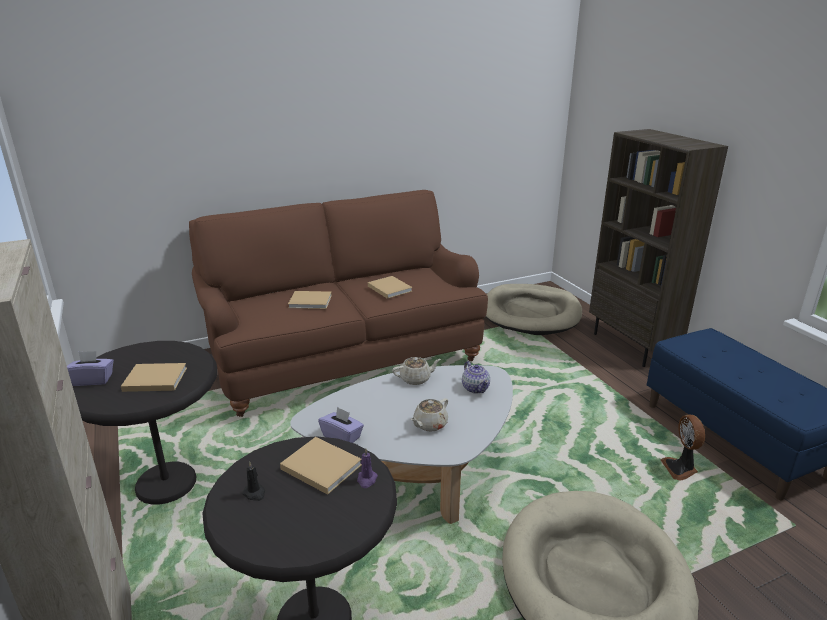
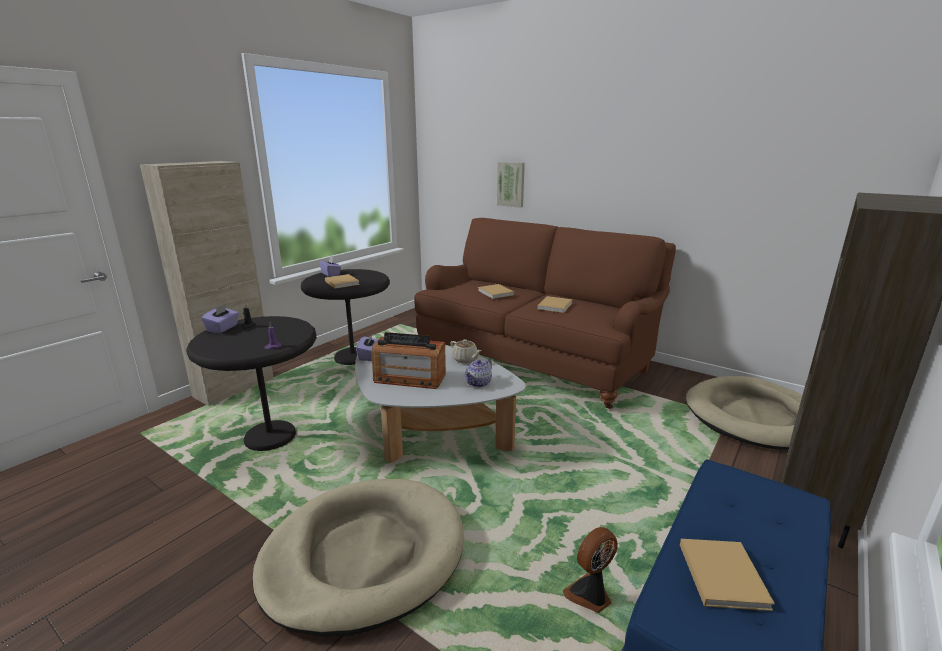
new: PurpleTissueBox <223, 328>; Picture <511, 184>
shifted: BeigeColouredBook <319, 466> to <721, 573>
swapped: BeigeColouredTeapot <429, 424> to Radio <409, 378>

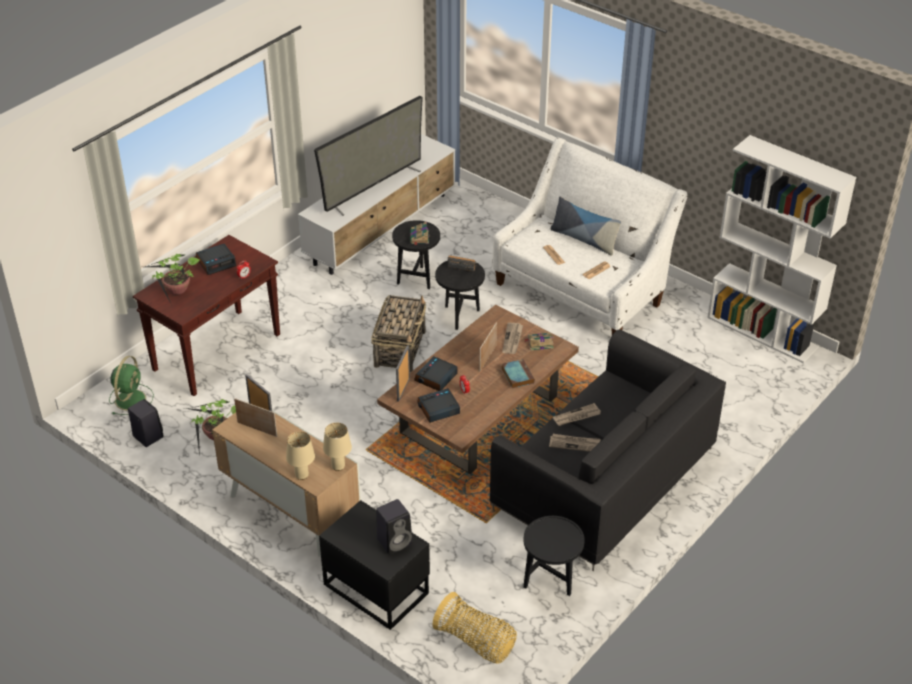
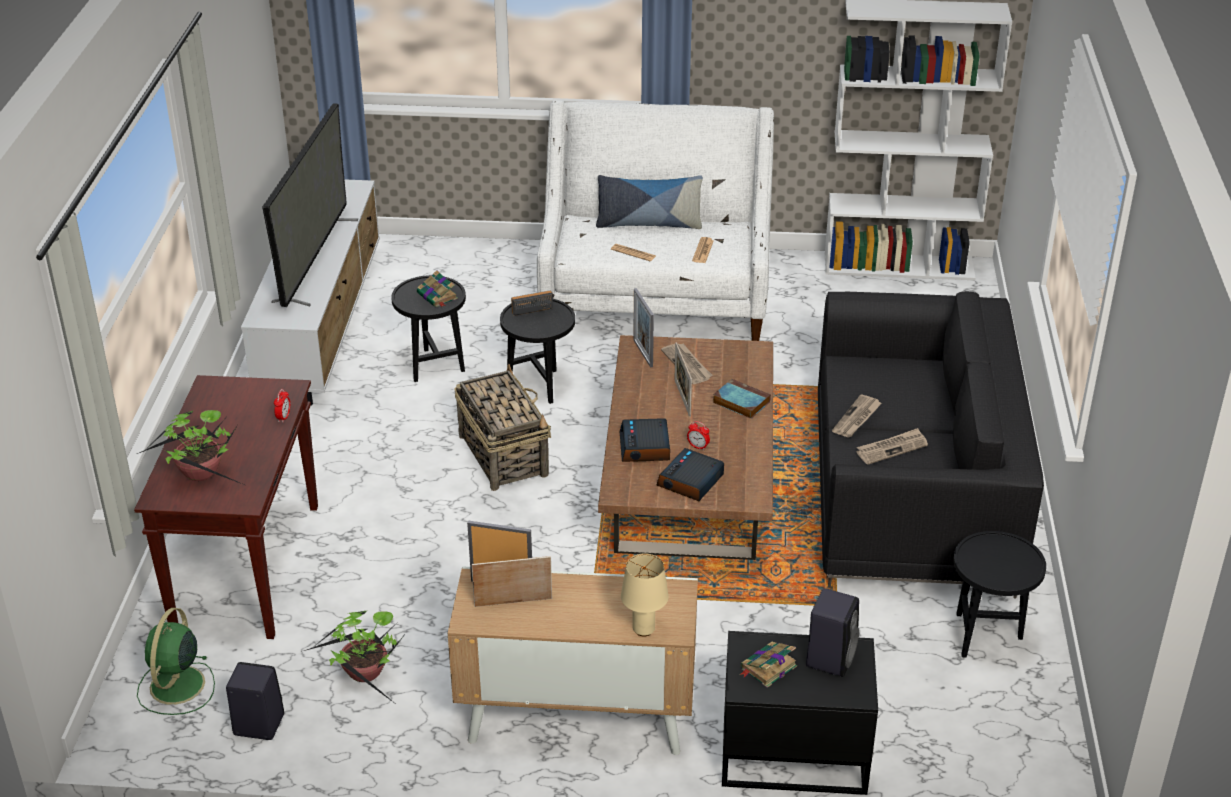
gone: BedsideClock <216, 262>; BeigeColouredTableLamp <338, 466>; StorageBasket <476, 642>
shifted: StandingFrame <403, 389> to <643, 353>; Book <539, 343> to <767, 668>
rotated: GreenElectricFan <131, 399> = <176, 687> 150 degrees counterclockwise

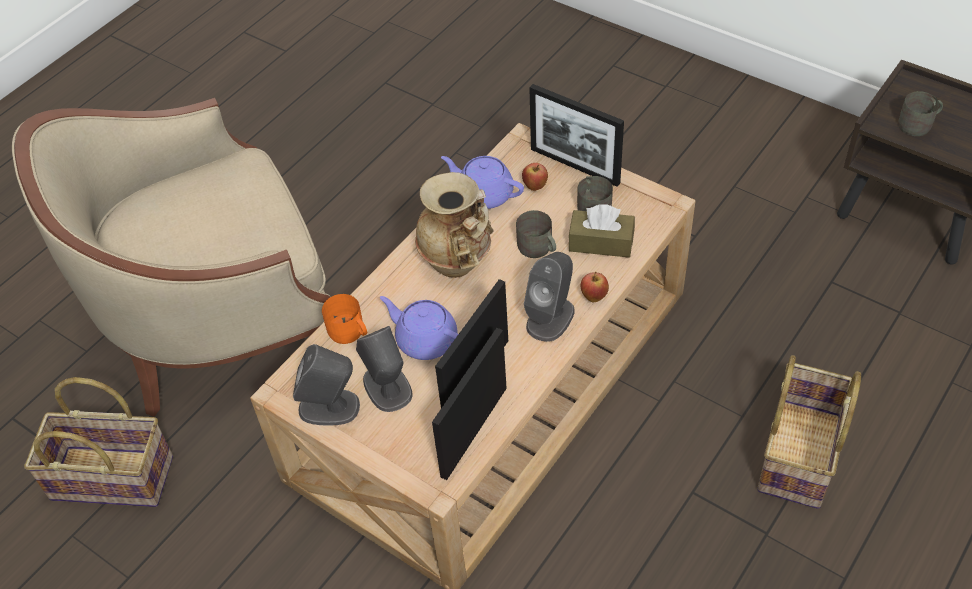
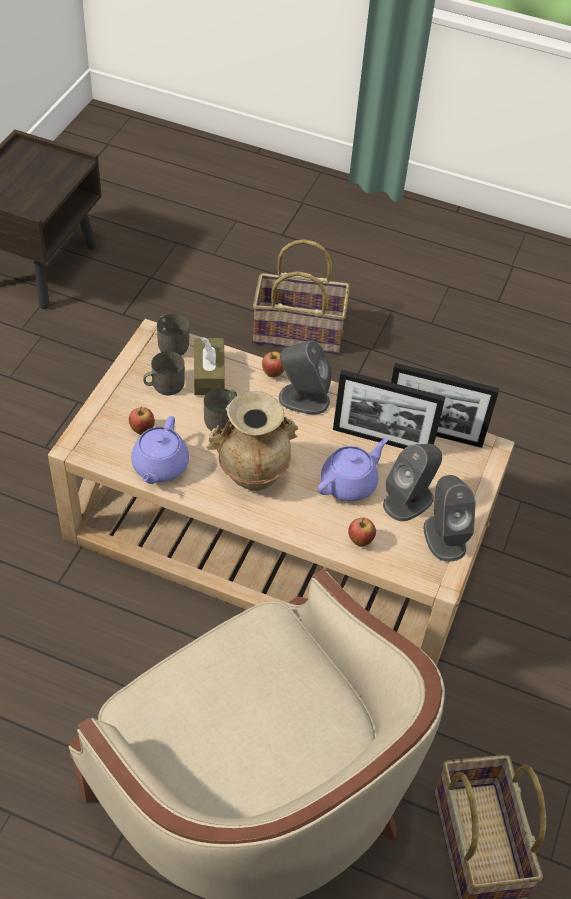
gone: StandingFrame <574, 166>
shifted: GreyTeaMug <918, 125> to <171, 343>
swapped: OrangeyTeaMug <349, 333> to Apple <360, 541>
rotated: PurpleTeapot <425, 340> = <350, 483> 150 degrees counterclockwise

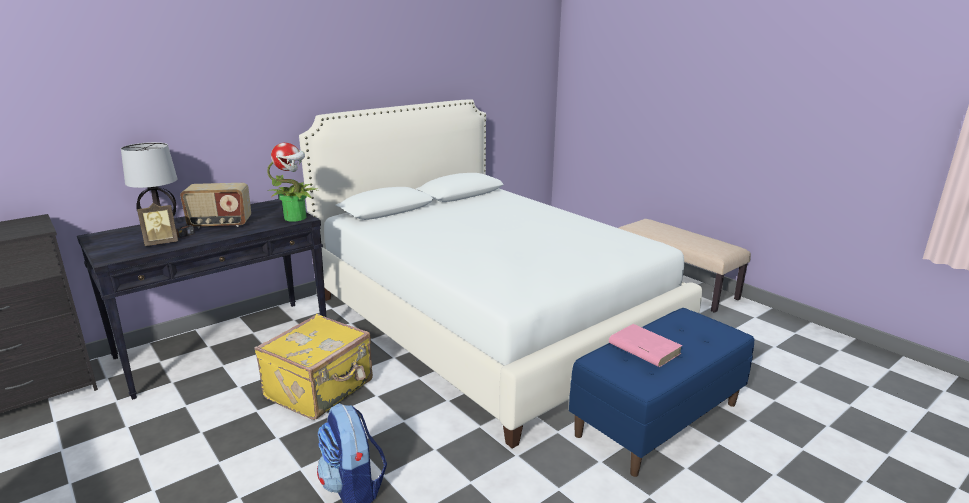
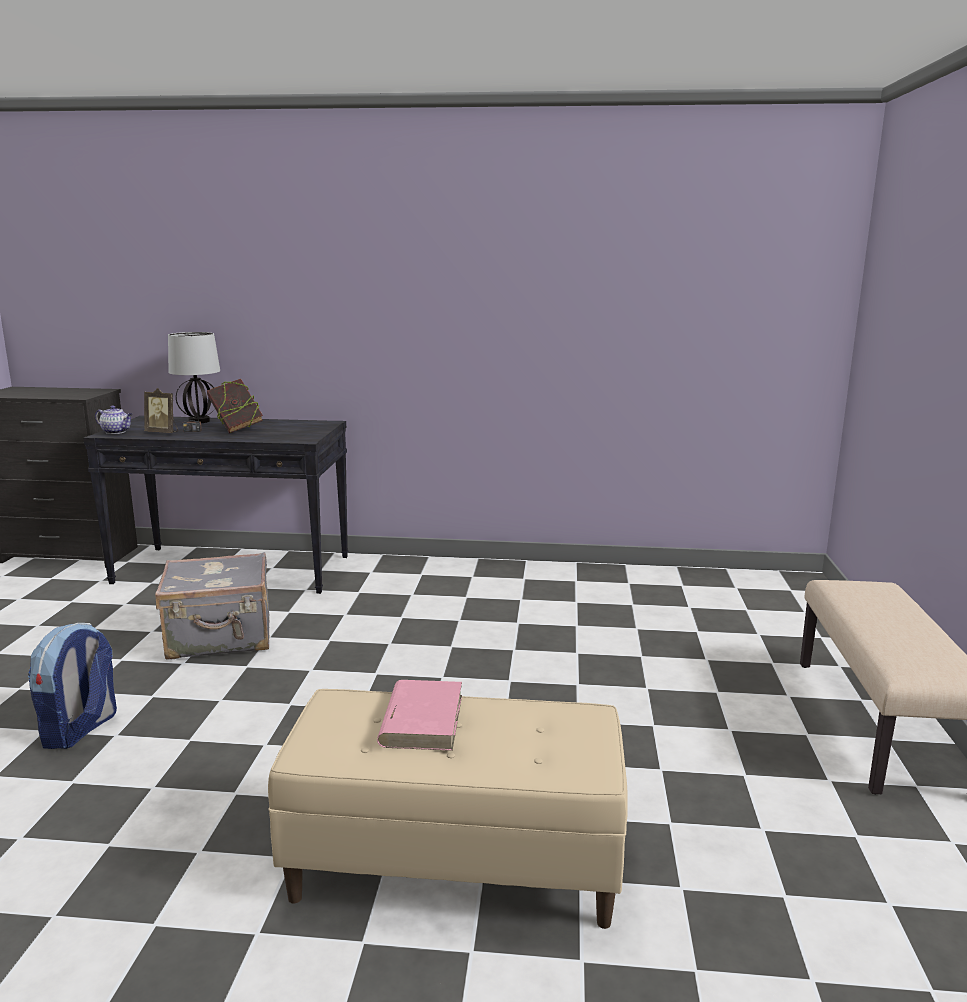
gone: PottedPlant <296, 217>; WhitishBed <490, 320>
new: Teapot <116, 432>
swapped: Radio <220, 224> to Book <237, 429>
repainted: YellowishPieceOfLuggage <321, 389> to GreyPieceOfLuggage <221, 638>; BlueColouredLongSeat <657, 418> to BeigeColouredLongSeat <456, 864>

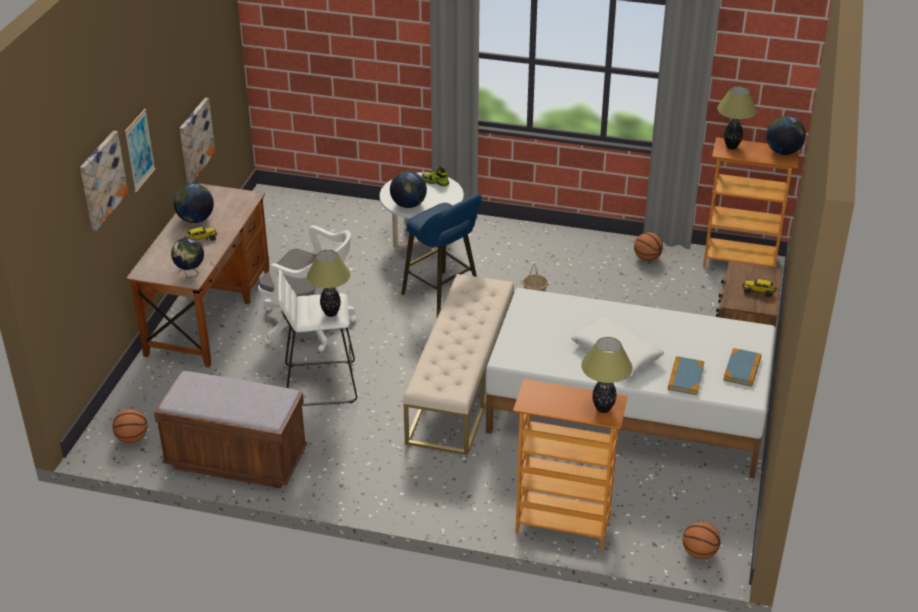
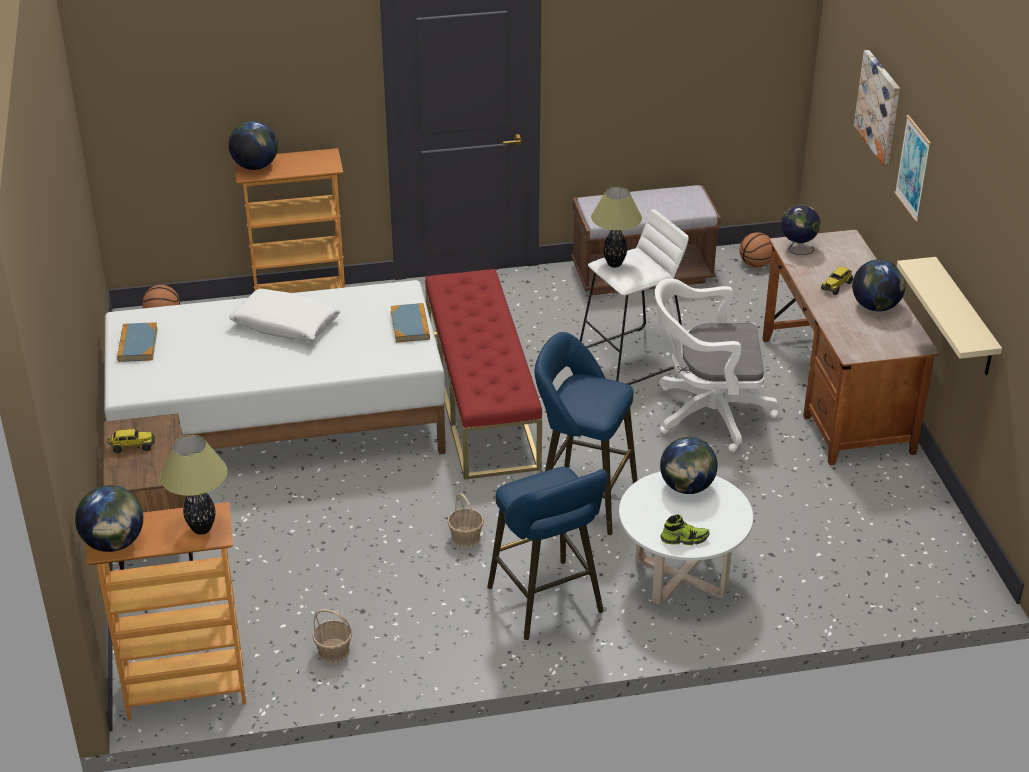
new: BlueColouredStoolSeat <548, 604>
shifted: Book <685, 377> to <410, 325>
swapped: Picture <195, 140> to BeigeColouredWallShelf <964, 318>; TableLamp <603, 409> to DeskGlobe <255, 166>; Basketball <647, 258> to StorageBasket <334, 652>
repainted: BeigeColouredLongSeat <461, 384> to RedColouredLongSeat <481, 399>

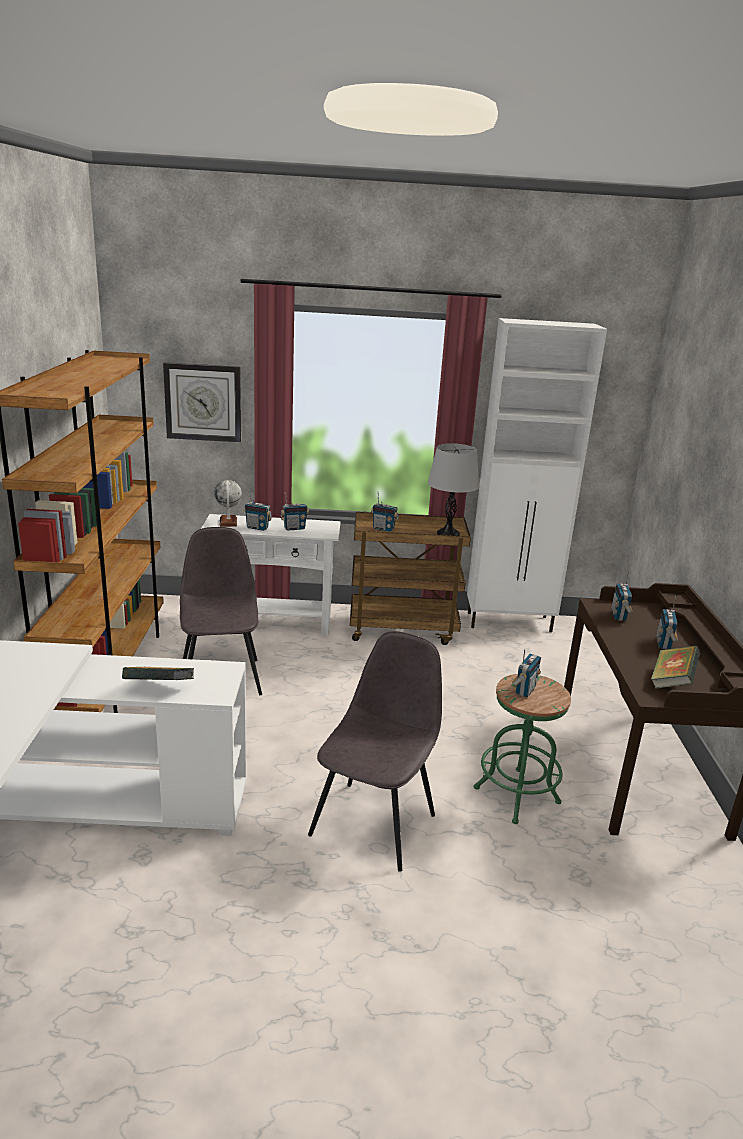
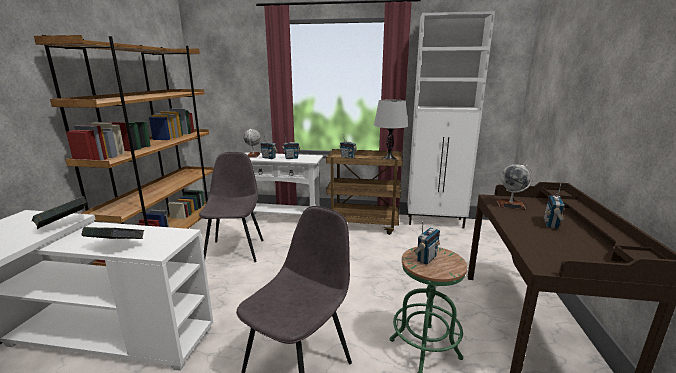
gone: HangingClock <203, 402>
shifted: Book <671, 682> to <63, 225>
swapped: Radio <619, 616> to DeskGlobe <510, 205>

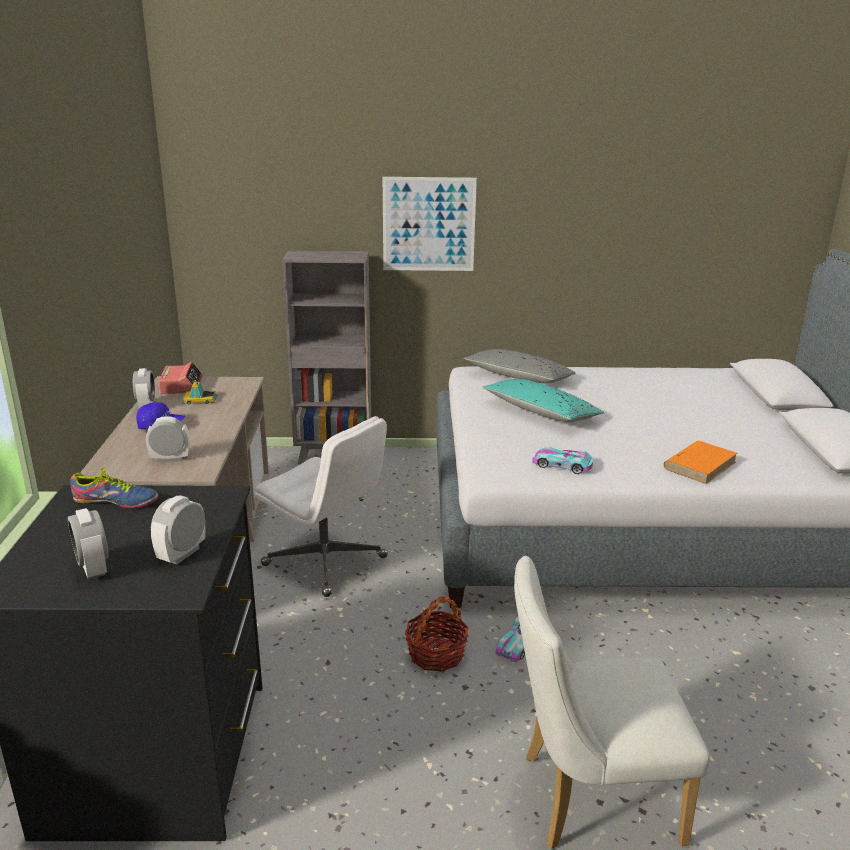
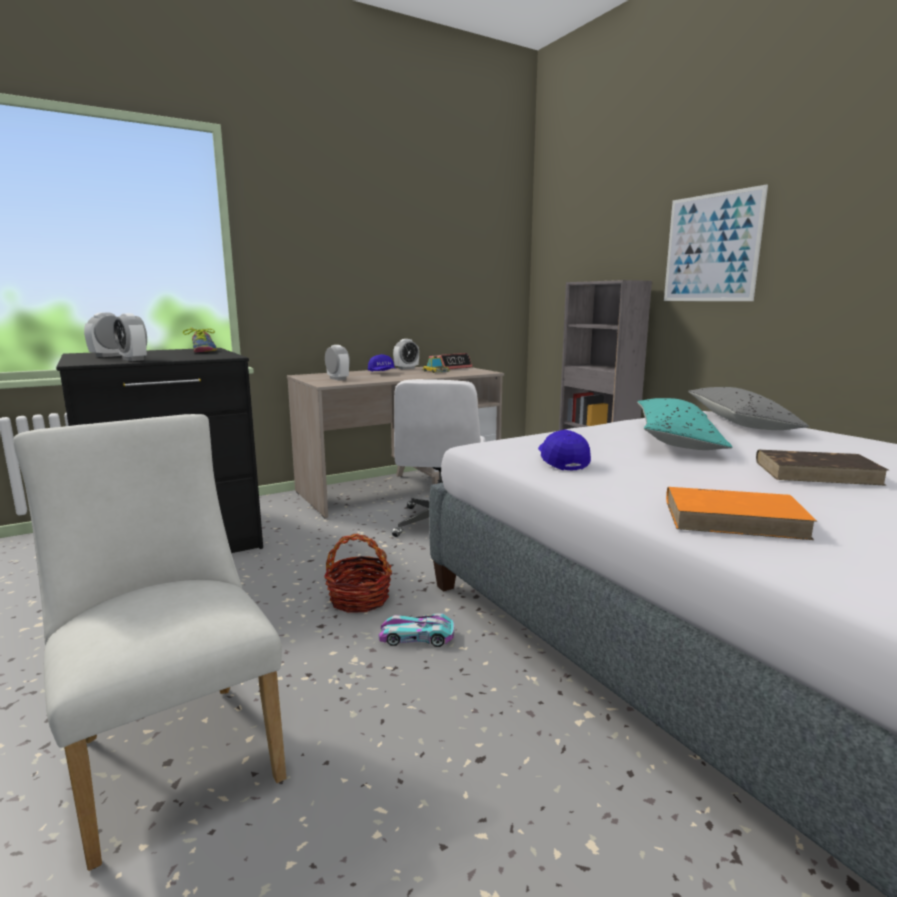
new: BrownBook <817, 472>
swapped: MiniatureCar <562, 465> to BlueColouredPeakedCap <562, 462>
rotated: BedsideClock <182, 554> = <133, 359> 135 degrees counterclockwise

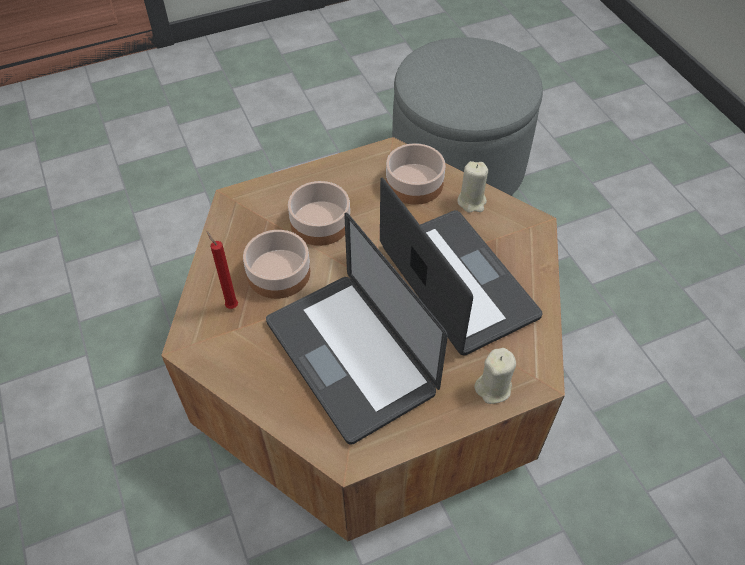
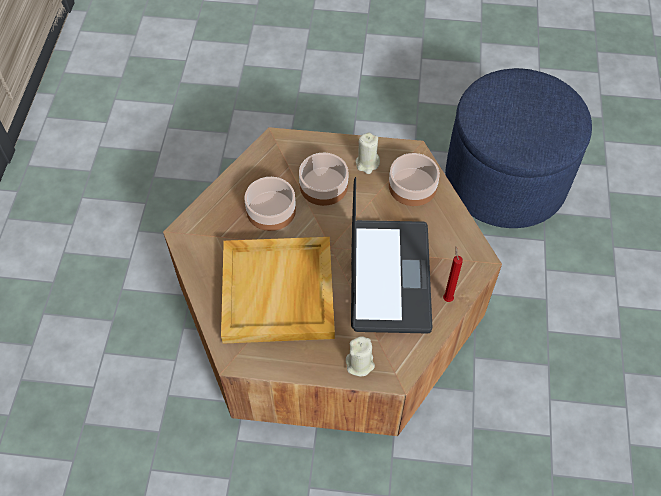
shifted: RedColouredWaxLight <231, 305> to <447, 298>; BeigeColouredWaxLight <472, 202> to <367, 163>
swapped: PortableComputer <349, 357> to BeigeColouredServingTray <279, 293>
repainted: GreyFootrest <457, 166> to BlueColouredFootrest <505, 180>

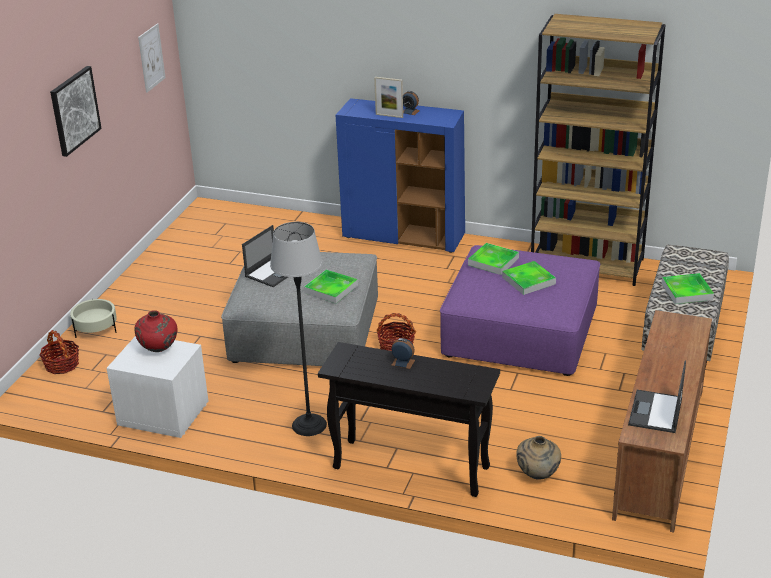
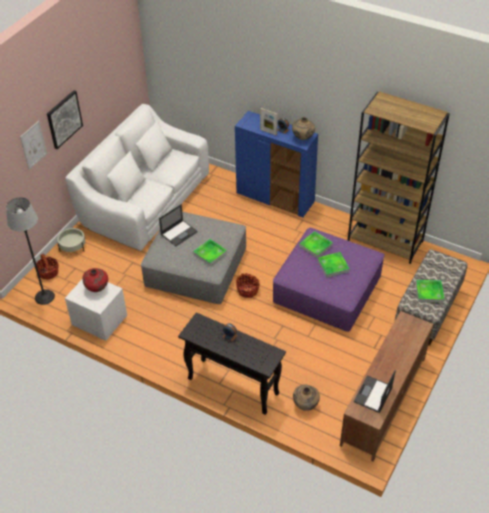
new: WhitishSofa <145, 202>; BeigeColouredFlowerVase <302, 138>
shifted: Picture <151, 58> to <33, 145>; StandardLamp <309, 425> to <44, 297>

